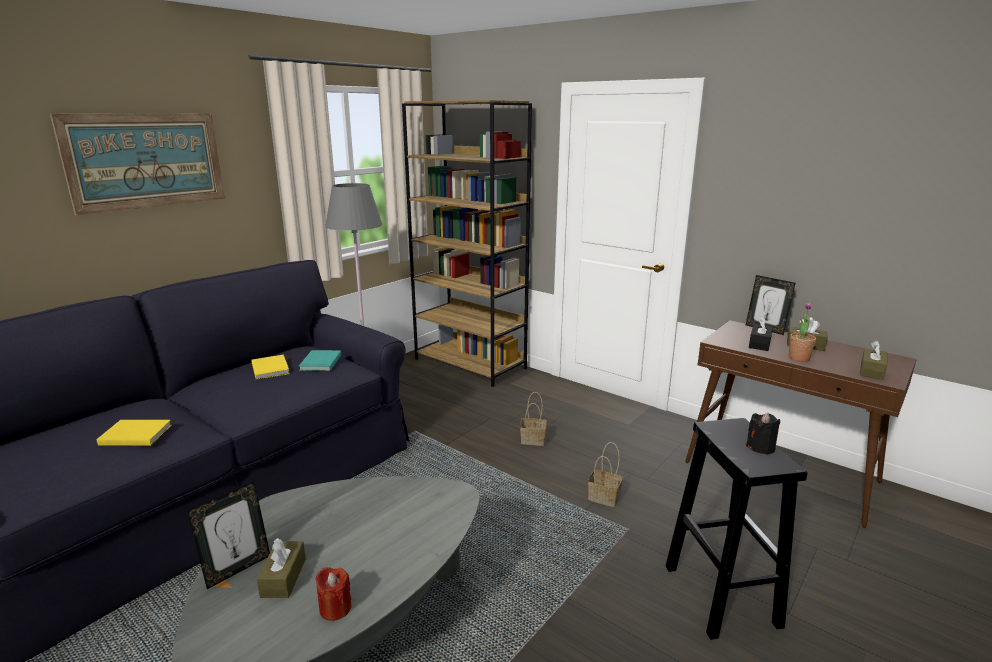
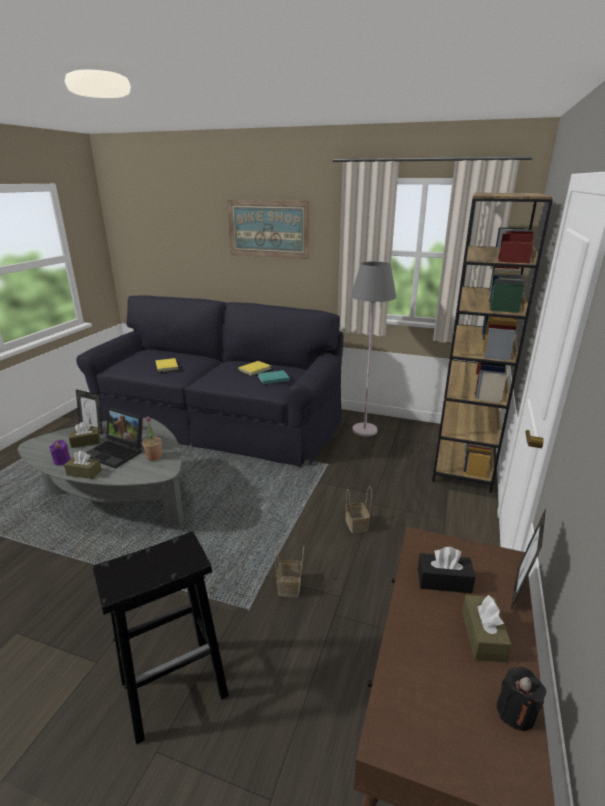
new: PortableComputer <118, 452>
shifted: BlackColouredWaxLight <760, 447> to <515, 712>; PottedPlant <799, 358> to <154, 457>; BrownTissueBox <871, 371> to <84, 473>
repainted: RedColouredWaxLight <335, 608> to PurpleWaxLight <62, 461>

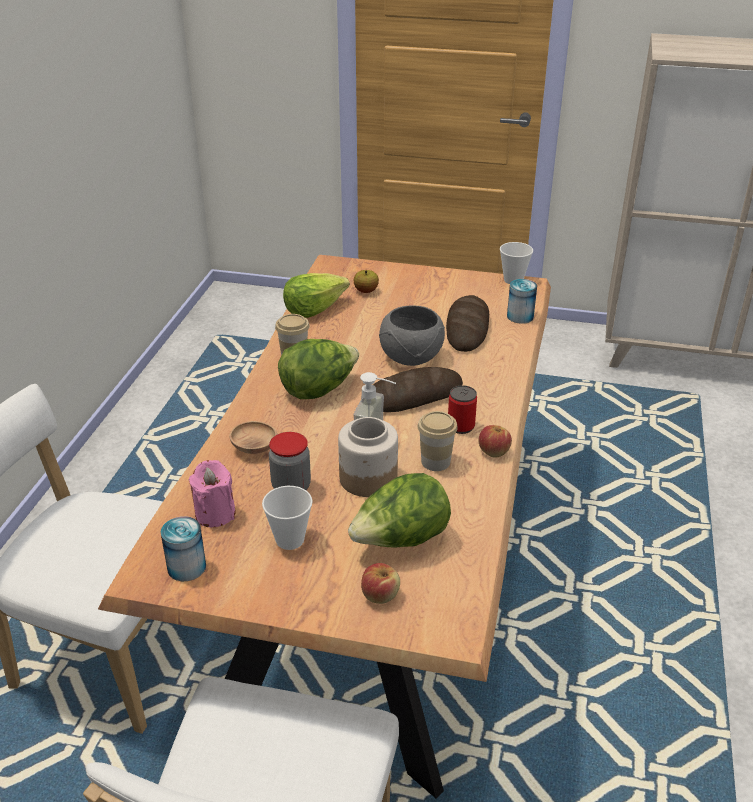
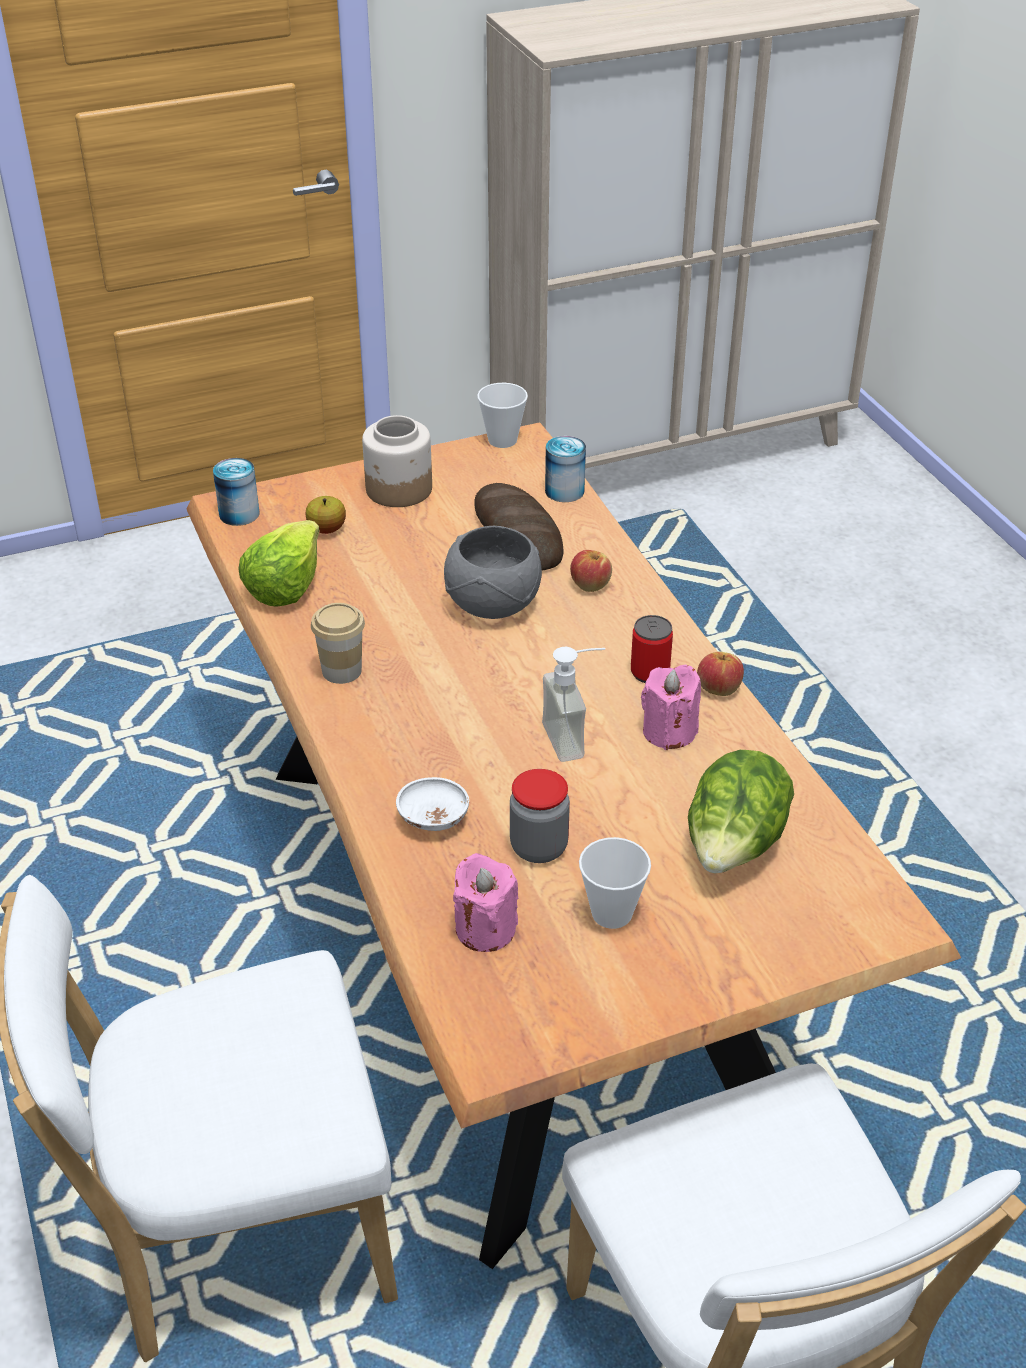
gone: Lettuce <318, 389>; BakedBread <412, 396>
shifted: Can <186, 567> to <239, 514>; StorageJar <368, 479> to <399, 490>; Apple <380, 595> to <590, 584>
swapped: Cup <435, 462> to PinkWaxLight <669, 732>
repainted: BrownServingBowl <254, 448> to WhitishServingBowl <433, 819>

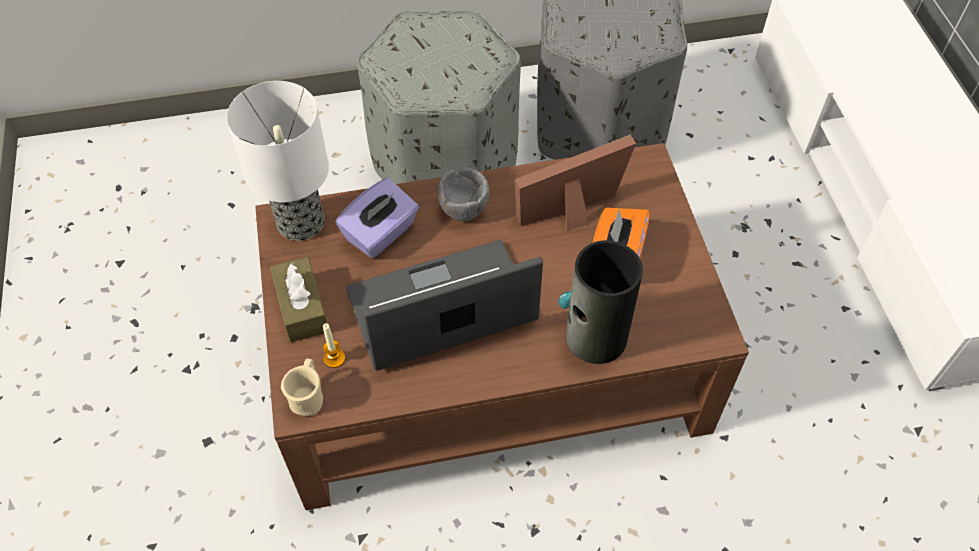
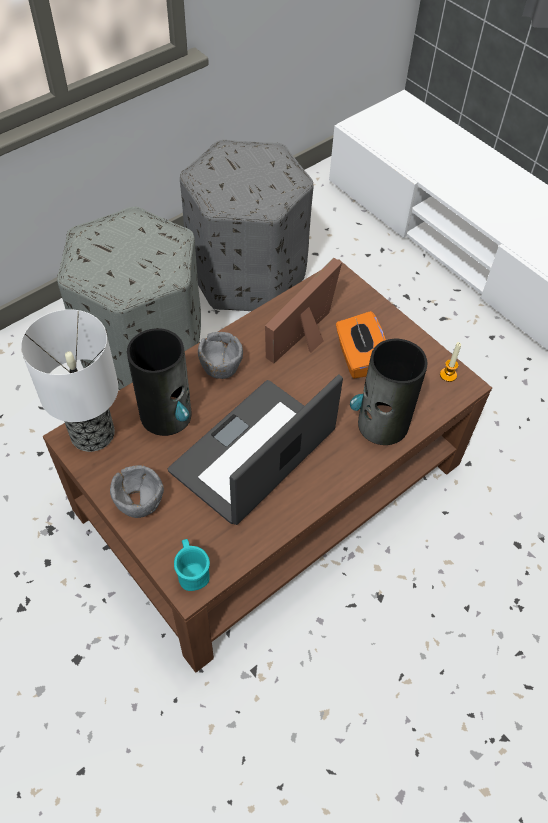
shifted: WaxLight <334, 358> to <448, 375>
swapped: BrownTissueBox <302, 307> to GreyServingBowl <139, 503>; PurpleTissueBox <381, 233> to FlowerVase <167, 414>
repainted: BeigeColouredTeaMug <308, 397> to TurquoiseColouredTeaMug <192, 572>

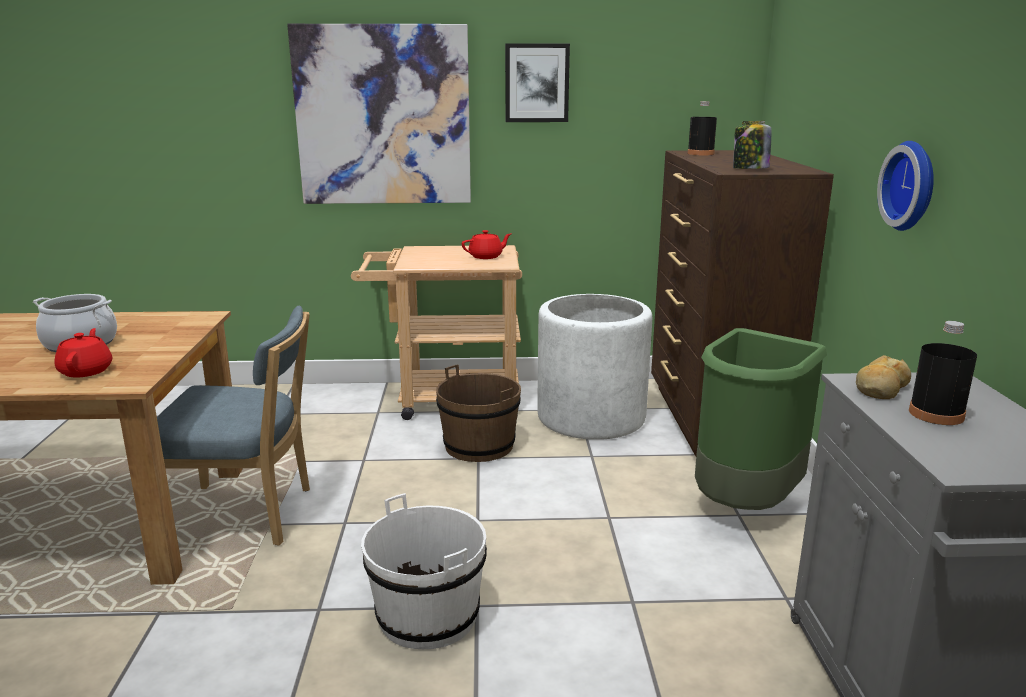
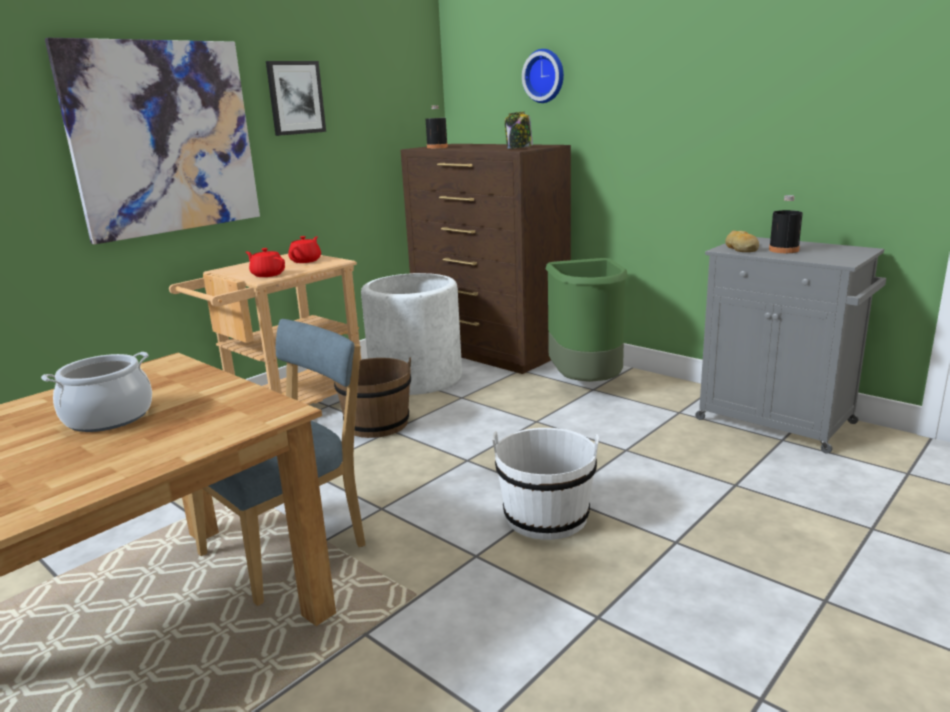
shifted: RedColouredTeapot <86, 371> to <267, 274>; HangingClock <913, 186> to <545, 76>

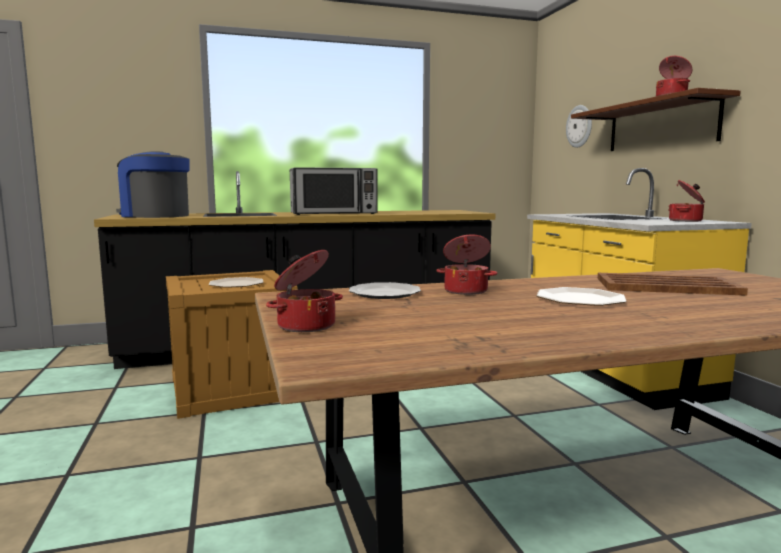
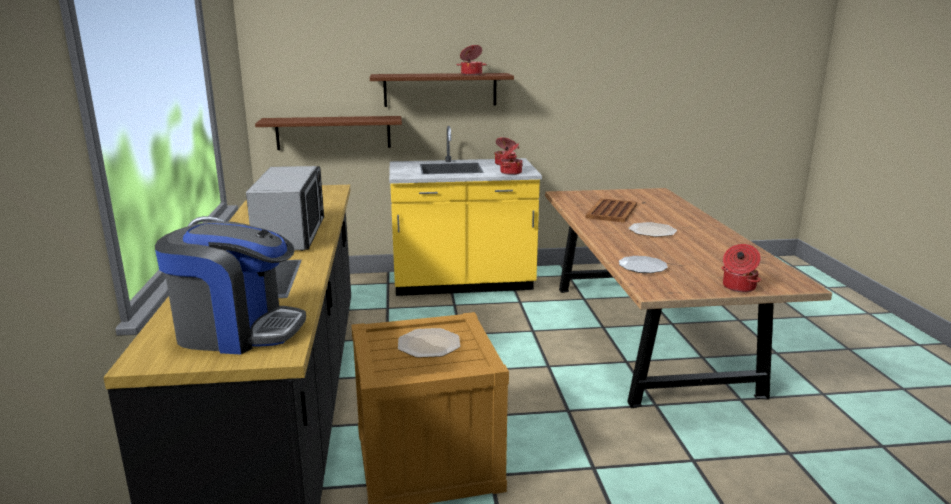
gone: HangingClock <579, 126>
new: BrownWallShelf <333, 132>
shifted: CookingPot <466, 291> to <510, 172>
rotated: CoffeeMaker <154, 216> = <237, 330> 120 degrees counterclockwise

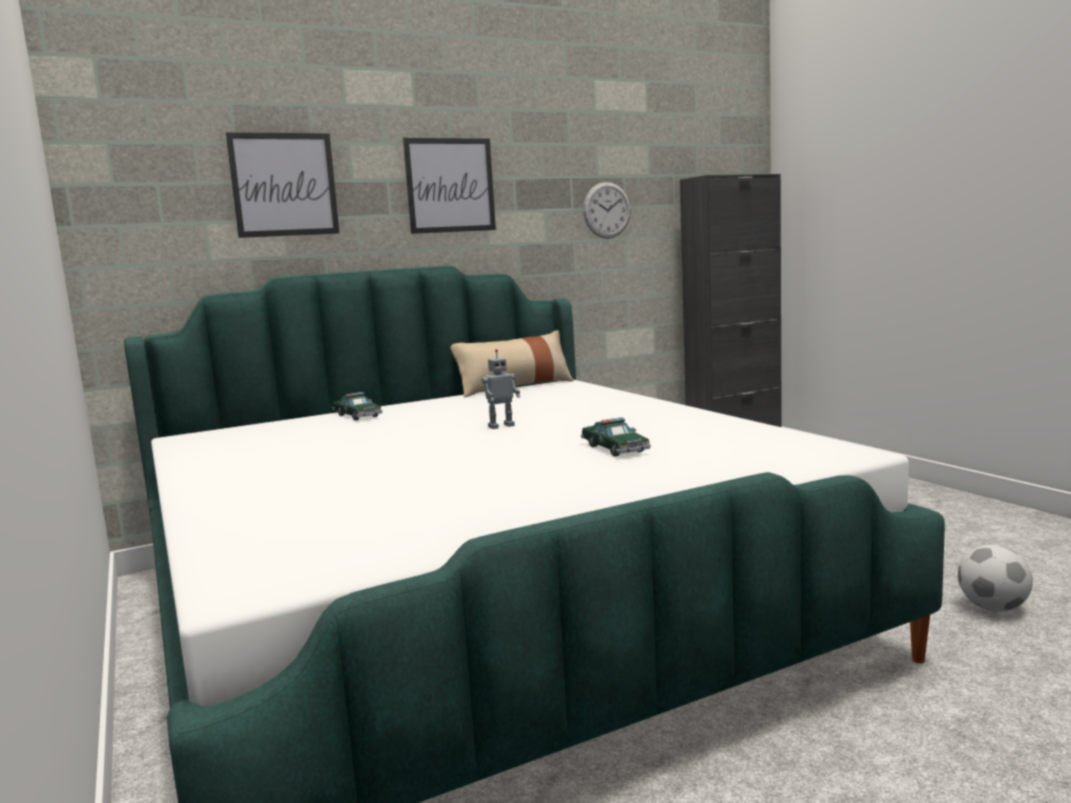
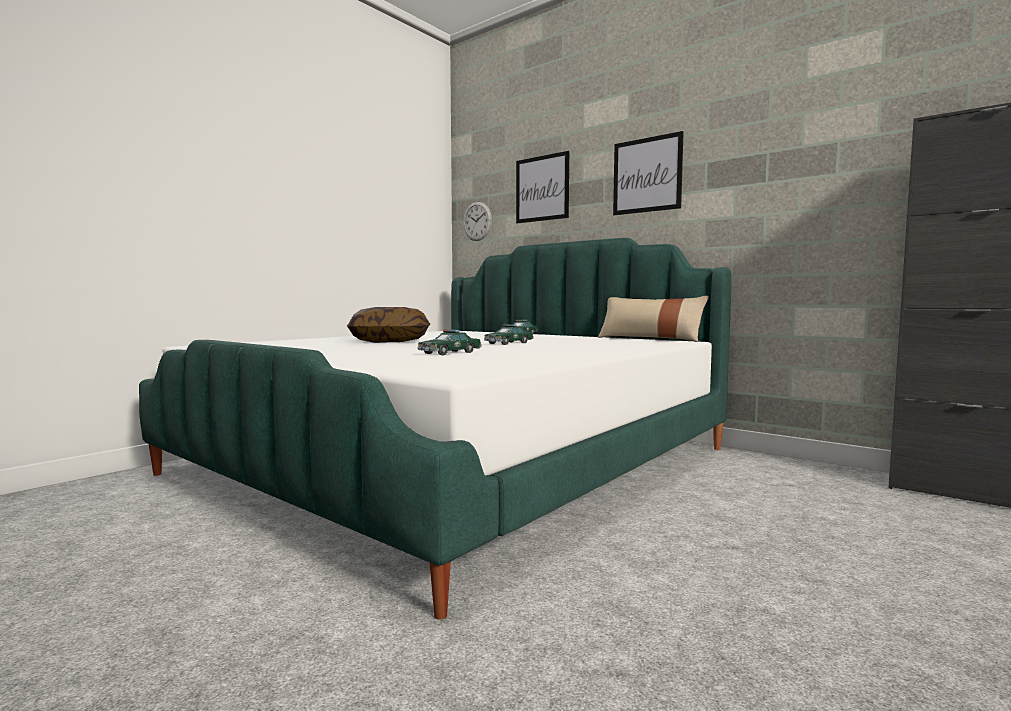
gone: Football <992, 608>
new: Pillow <390, 341>
shifted: HangingClock <607, 210> to <477, 221>
swapped: RobotFigure <501, 426> to MiniatureCar <509, 343>

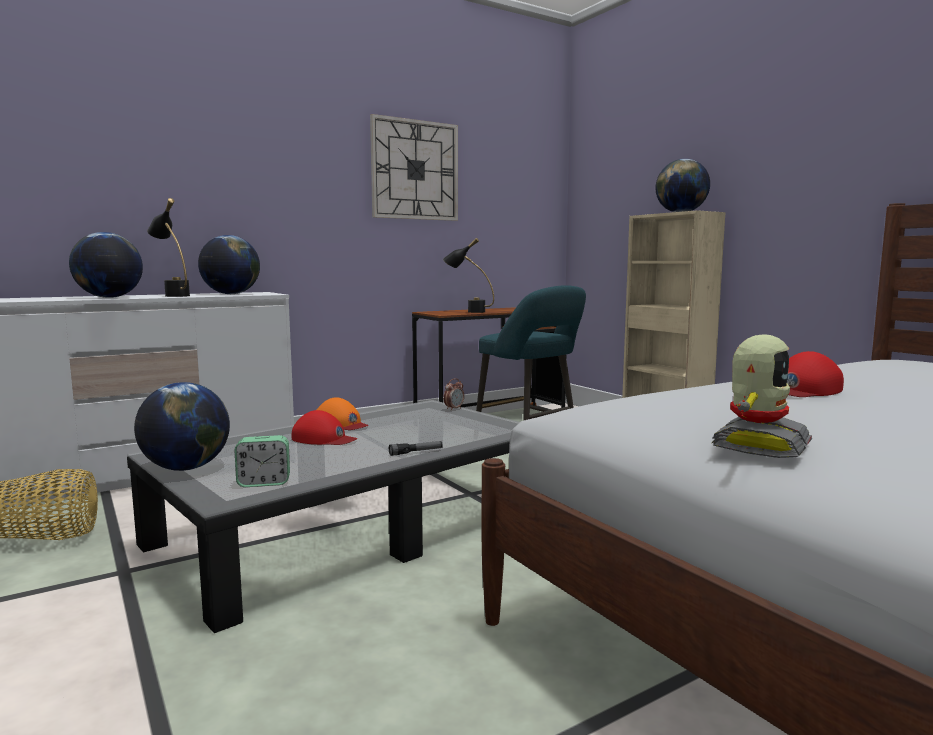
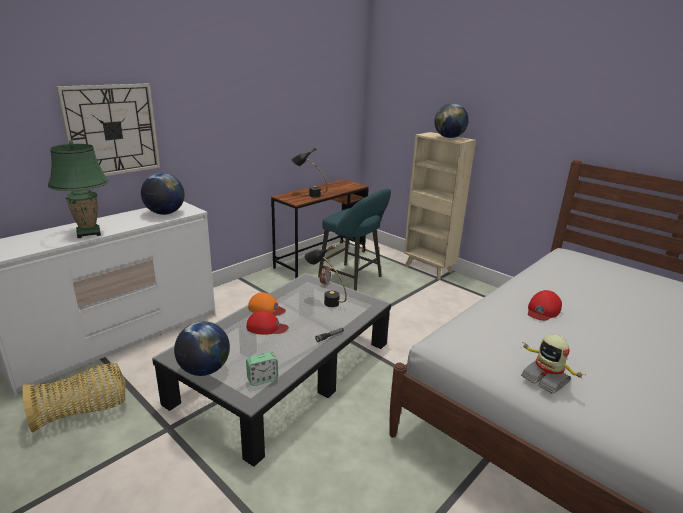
shifted: BlackColouredTableLamp <173, 295> to <325, 301>; HangingClock <415, 170> to <112, 130>
swapped: DeskGlobe <109, 297> to GreenTableLamp <88, 233>
rotated: RobotFigure <758, 445> = <545, 379> 120 degrees clockwise

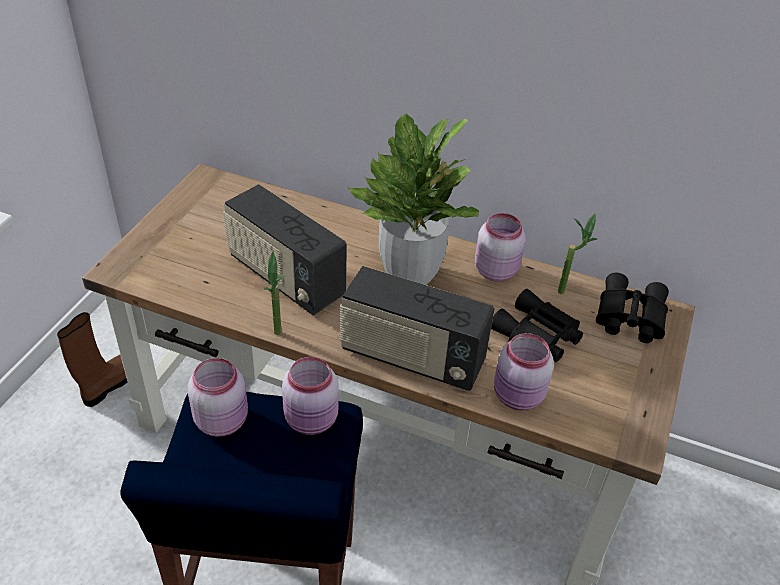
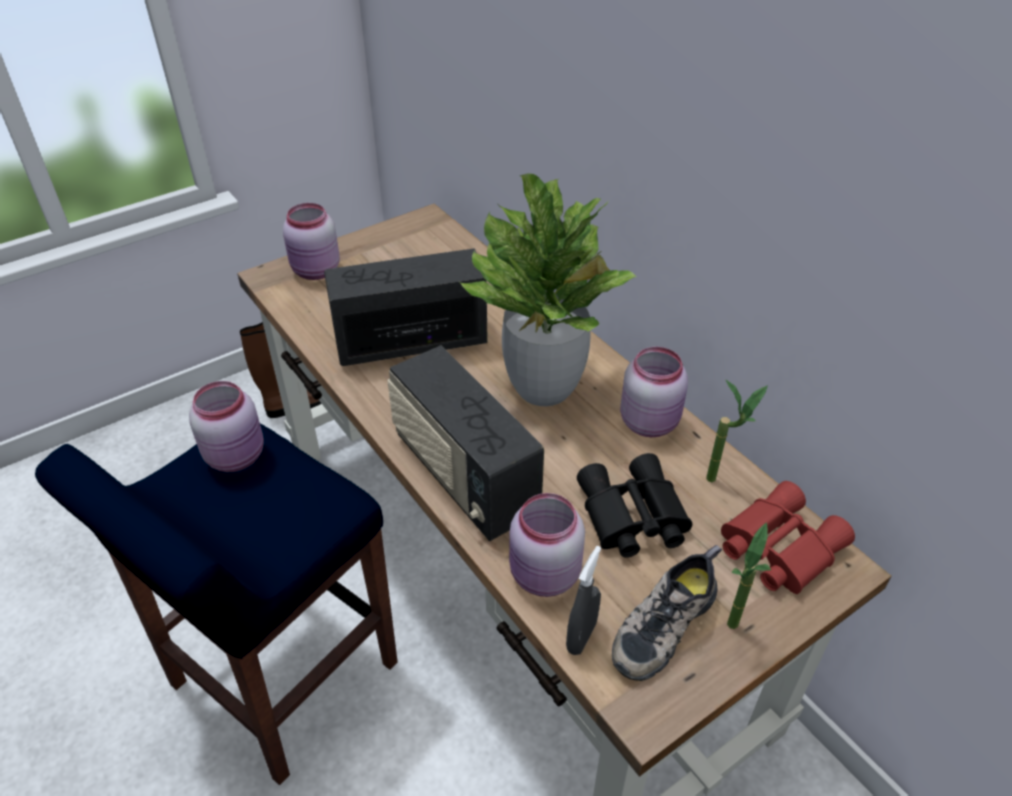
new: GreyHandSprayer <581, 636>; Shoe <662, 622>
shifted: PottedPlant <279, 338> to <732, 634>; PinkStorageJar <312, 420> to <316, 271>
repainted: BlackColouredFieldGlasses <628, 317> to RedColouredFieldGlasses <777, 547>
rotated: Radio <285, 278> = <412, 341> 90 degrees clockwise

